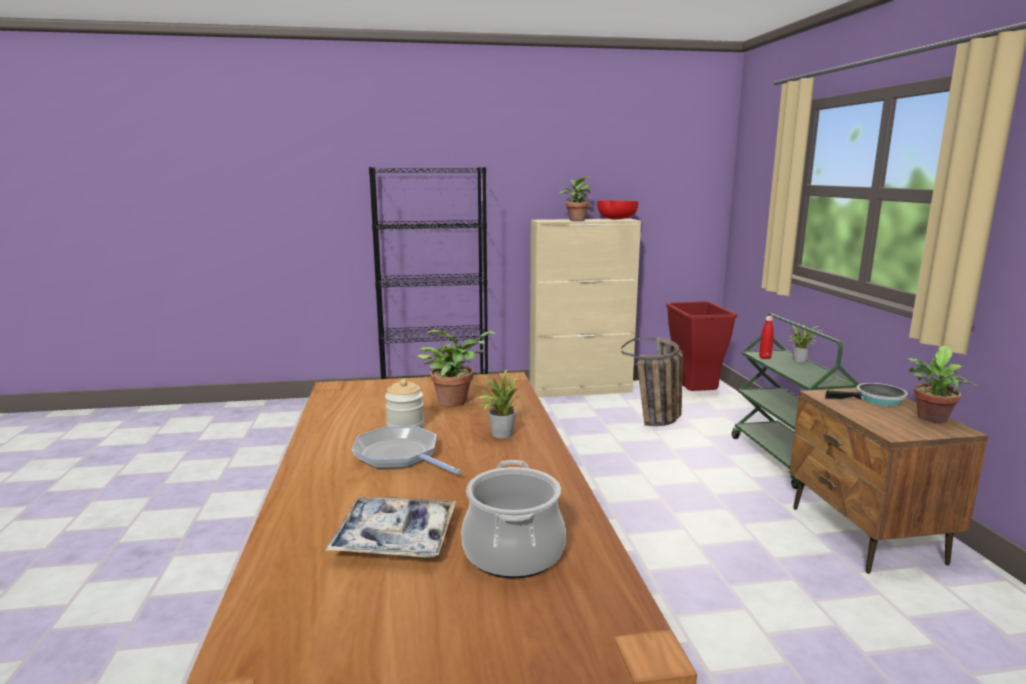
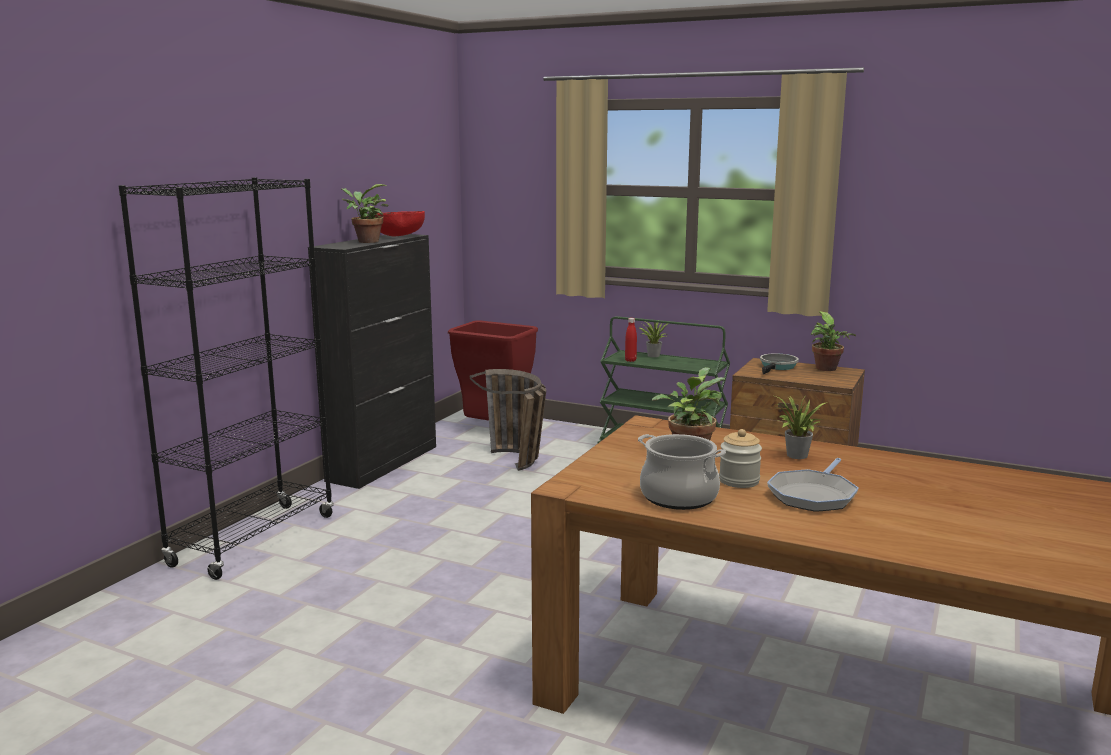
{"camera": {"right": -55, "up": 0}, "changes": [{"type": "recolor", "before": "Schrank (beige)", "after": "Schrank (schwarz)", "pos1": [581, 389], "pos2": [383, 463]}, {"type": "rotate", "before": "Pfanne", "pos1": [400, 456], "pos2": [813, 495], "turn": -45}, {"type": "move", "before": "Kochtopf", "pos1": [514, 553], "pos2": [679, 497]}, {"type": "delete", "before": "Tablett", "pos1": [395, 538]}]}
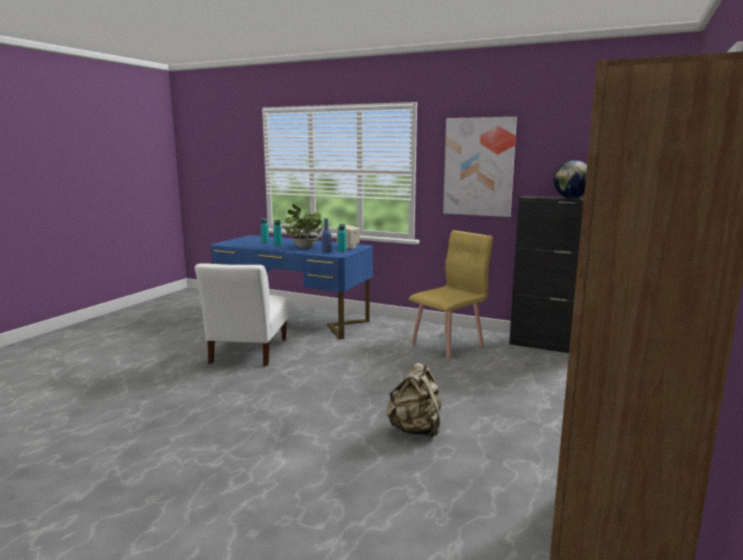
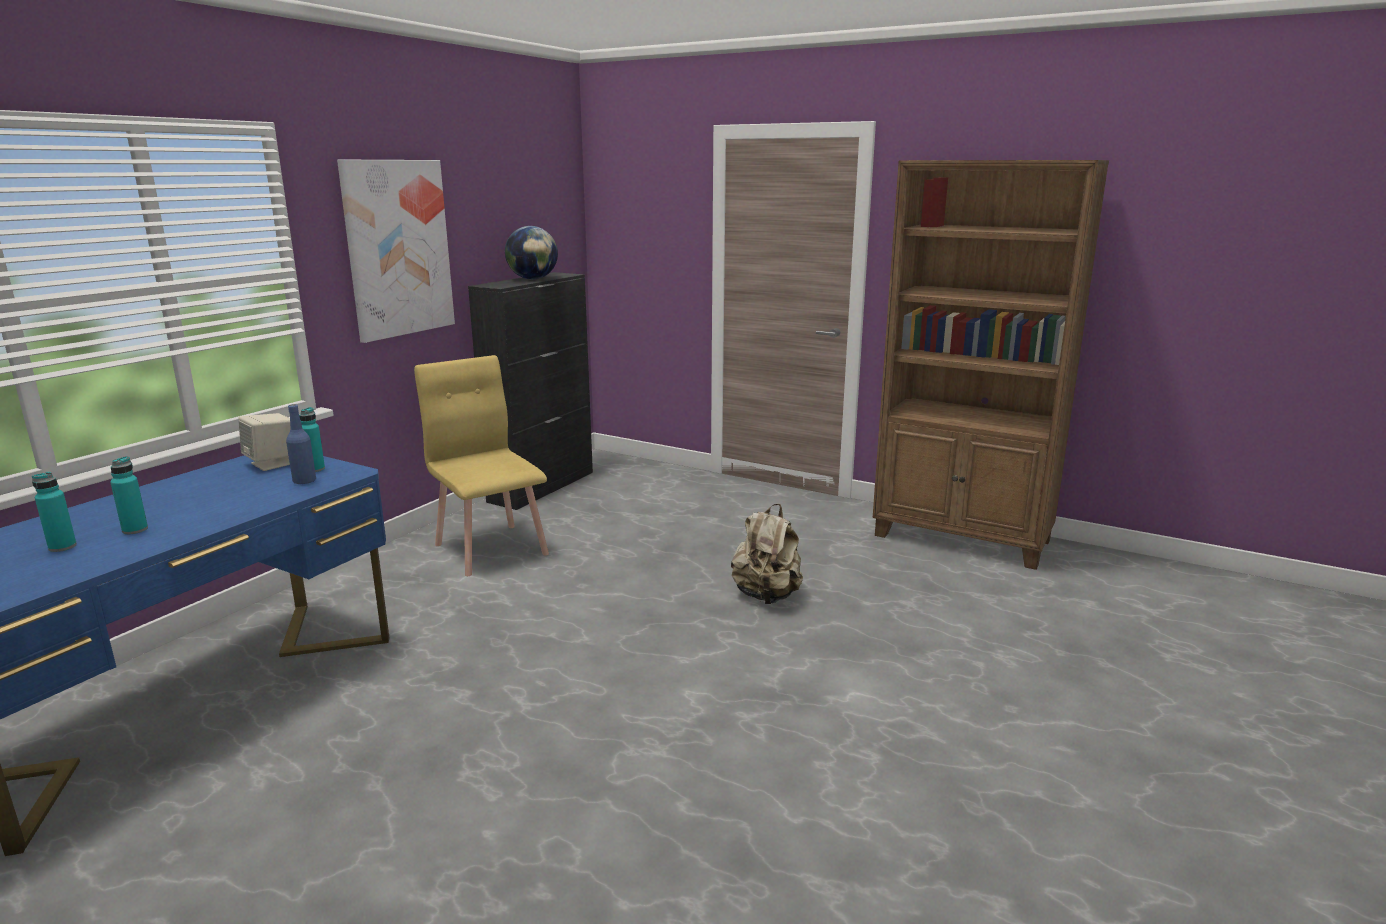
{"camera": {"right": -85, "up": 5}, "changes": [{"type": "delete", "before": "Topfpflanze", "pos1": [304, 247]}, {"type": "delete", "before": "Stuhl (weiß)", "pos1": [248, 352]}]}
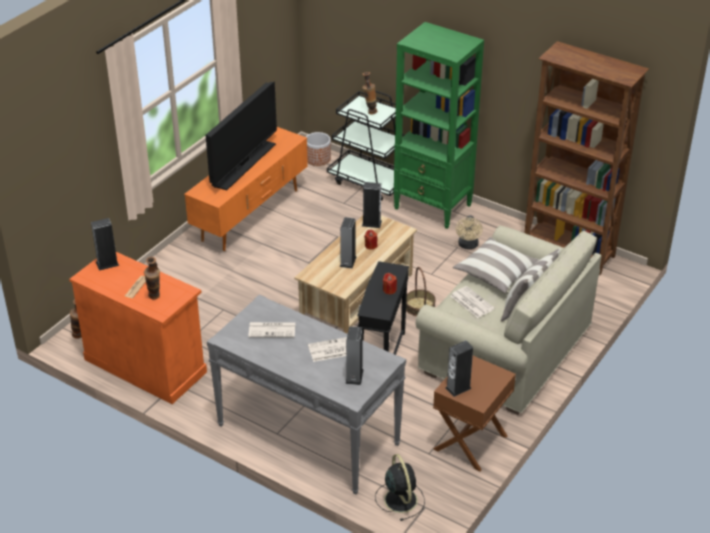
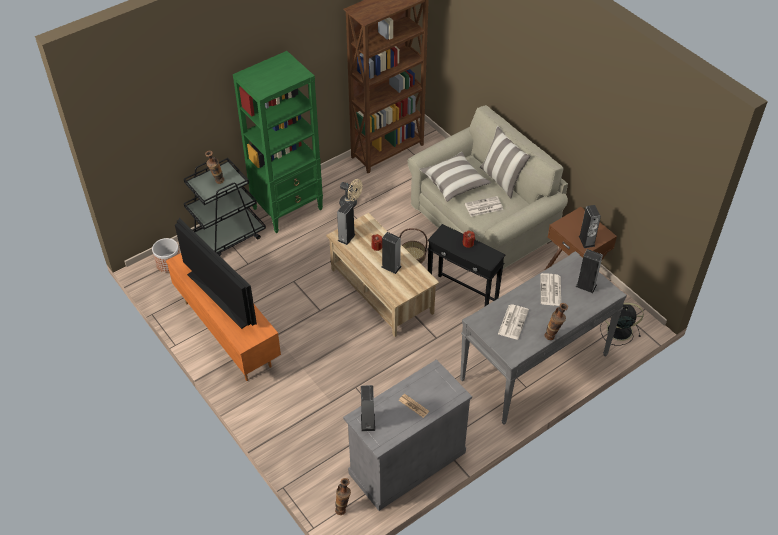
{"camera": {"right": -70, "up": 10}, "changes": [{"type": "recolor", "before": "Schrank (orange)", "after": "Schrank (grau)", "pos1": [145, 365], "pos2": [407, 462]}, {"type": "move", "before": "Vase", "pos1": [155, 298], "pos2": [553, 336]}]}
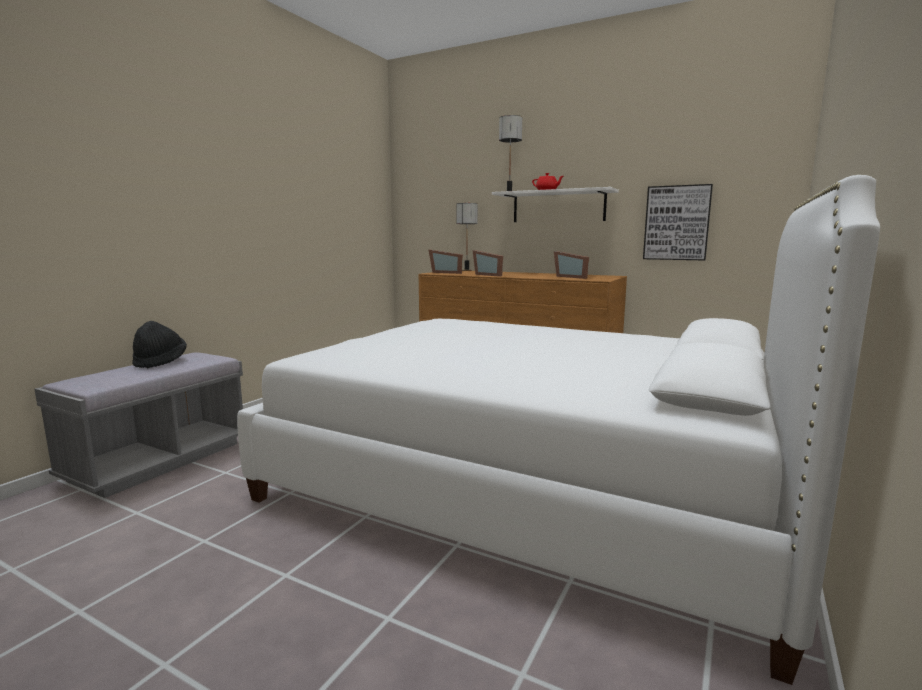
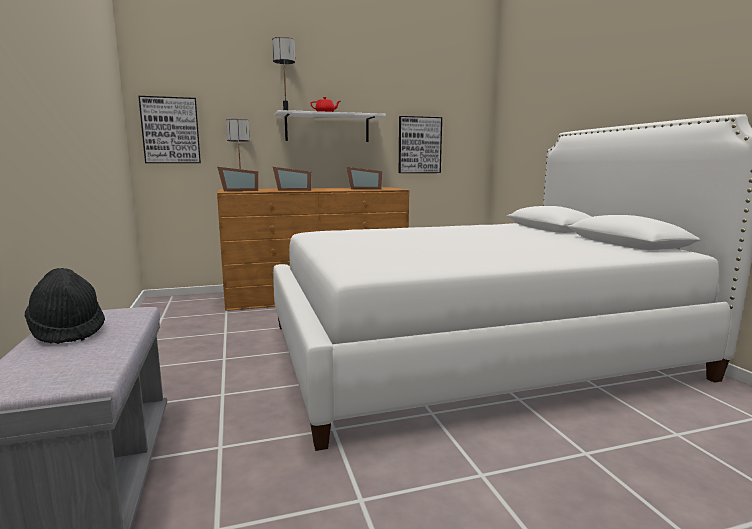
{"camera": {"right": -45, "up": 0}, "changes": [{"type": "insert", "after": "Bild", "pos2": [170, 130]}]}
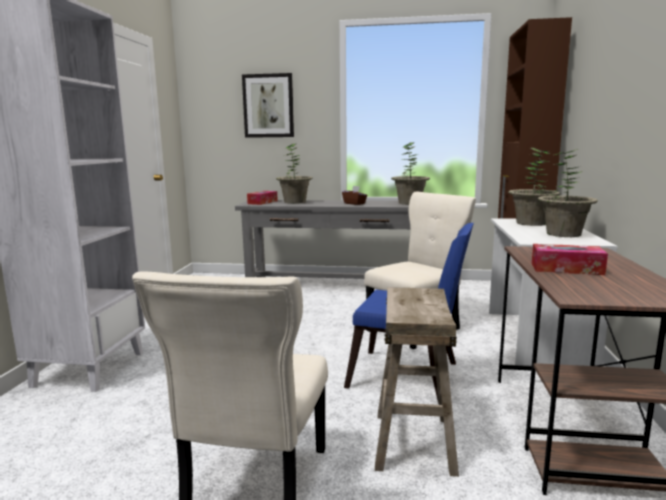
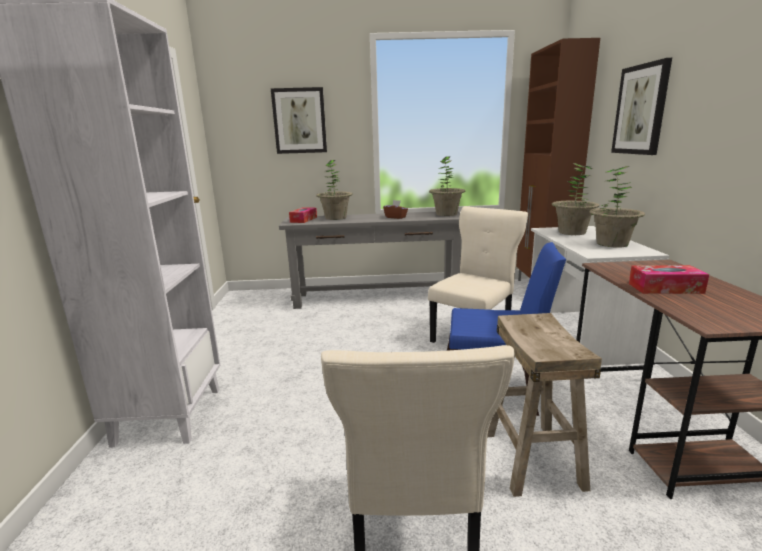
{"camera": {"right": -10, "up": 5}, "changes": [{"type": "insert", "after": "Bild", "pos2": [641, 110]}]}
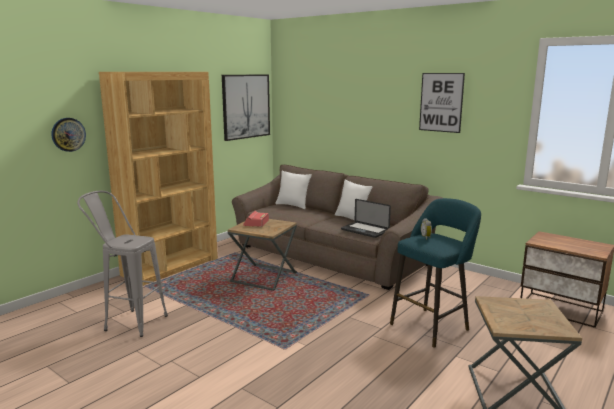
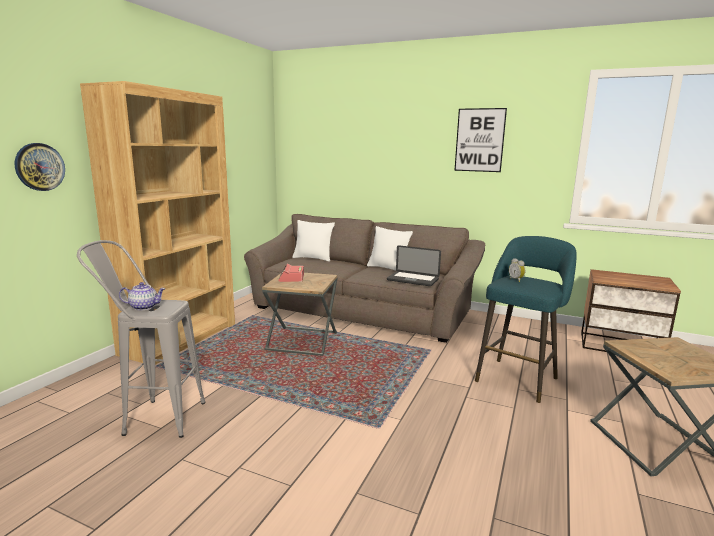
{"camera": {"right": -15, "up": 0}, "changes": [{"type": "delete", "before": "Bild", "pos1": [246, 106]}, {"type": "insert", "after": "Teekanne", "pos2": [144, 307]}]}
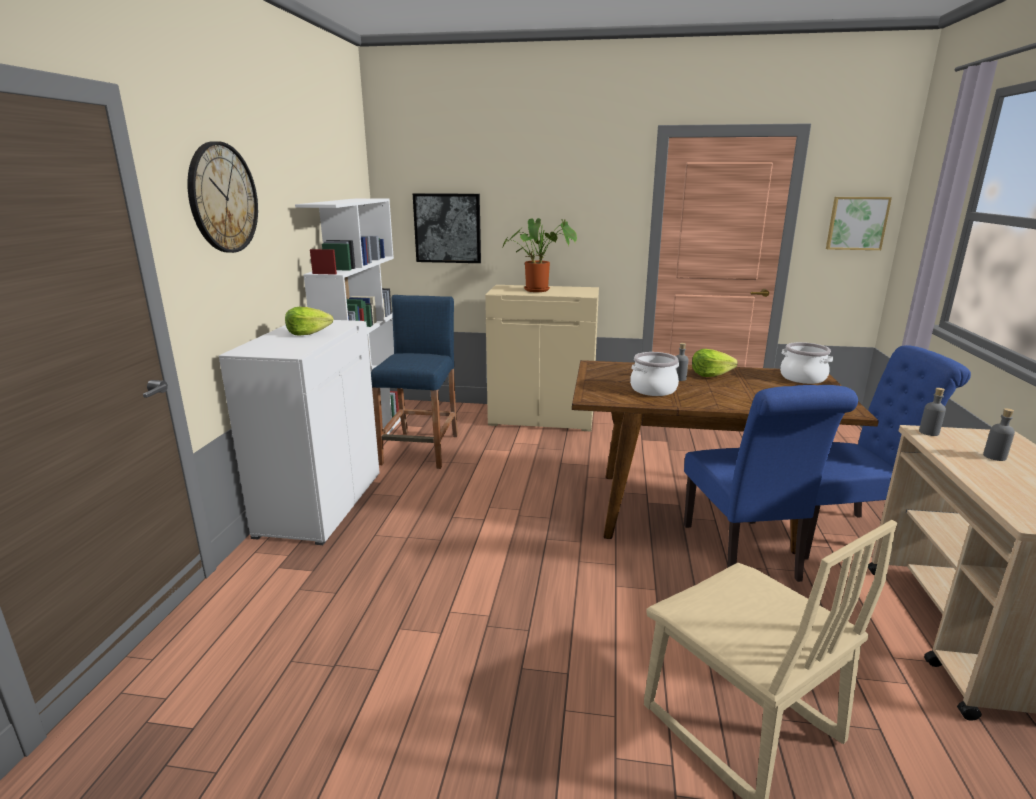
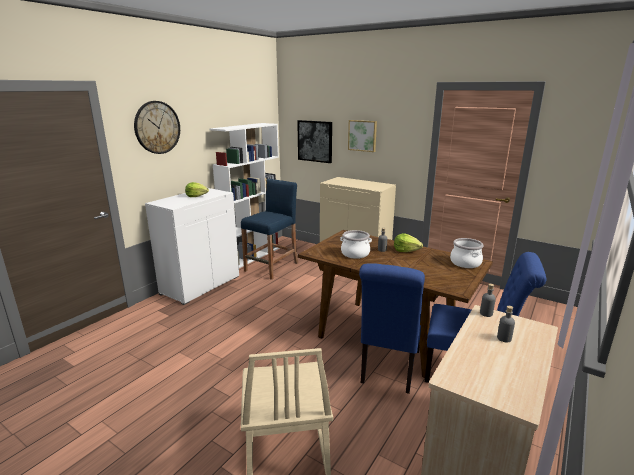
{"camera": {"right": 25, "up": 0}, "changes": [{"type": "move", "before": "Bild", "pos1": [856, 223], "pos2": [362, 135]}, {"type": "delete", "before": "Topfpflanze", "pos1": [540, 290]}]}
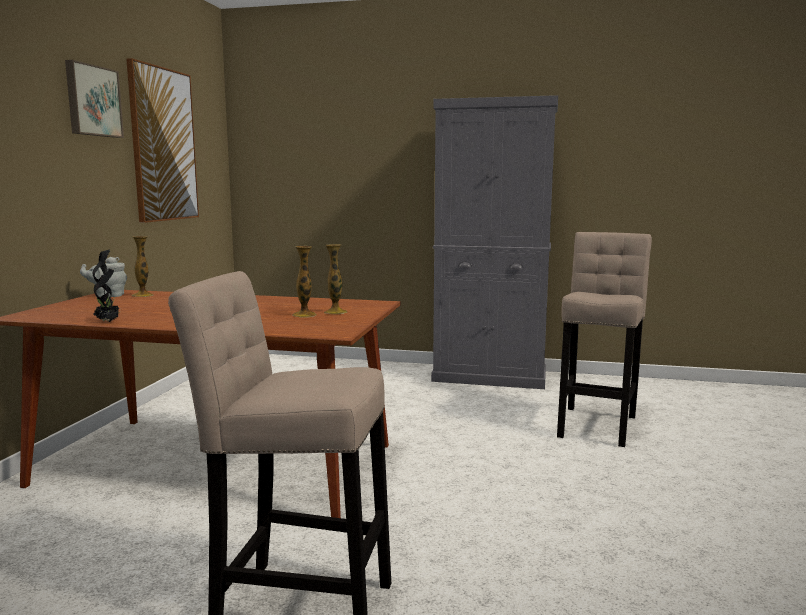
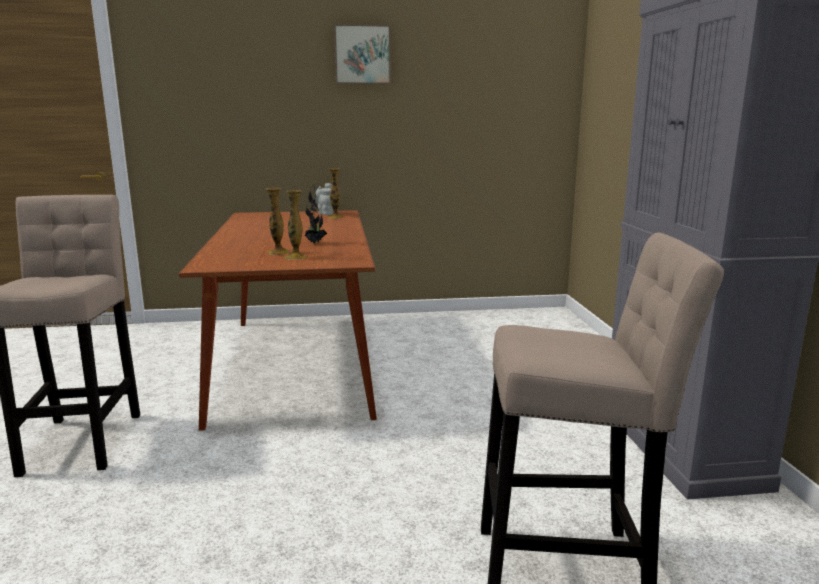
{"camera": {"right": 70, "up": 5}, "changes": [{"type": "delete", "before": "Bild", "pos1": [163, 145]}, {"type": "move", "before": "Topfpflanze", "pos1": [108, 321], "pos2": [315, 243]}]}
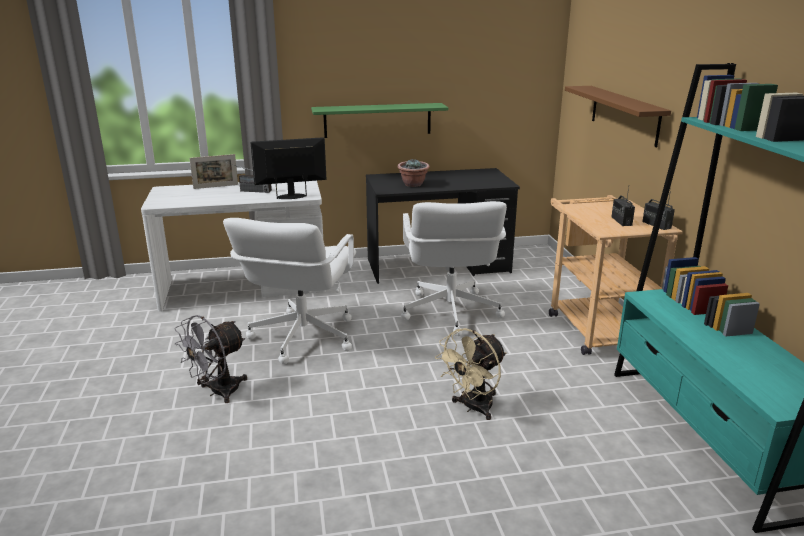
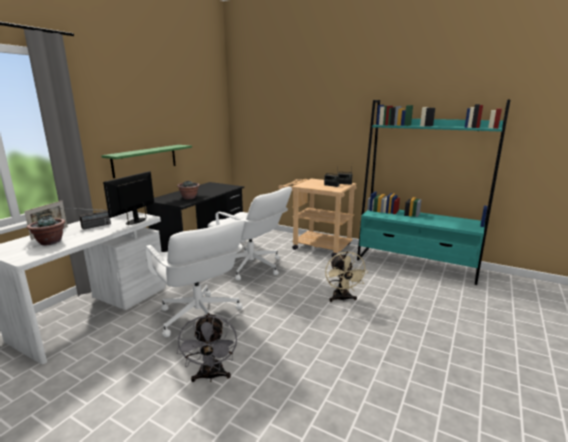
{"camera": {"right": -50, "up": -5}, "changes": [{"type": "delete", "before": "Wandregal (braun)", "pos1": [624, 114]}, {"type": "insert", "after": "Topfpflanze", "pos2": [50, 242]}]}
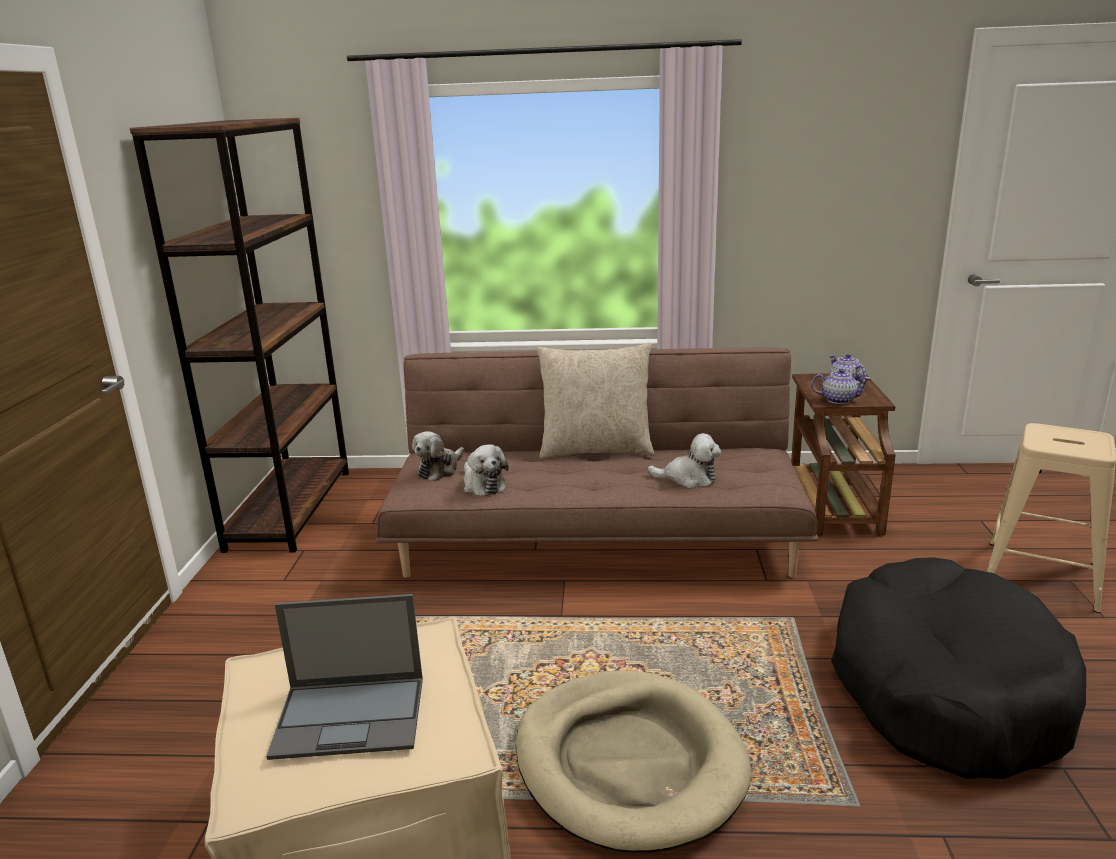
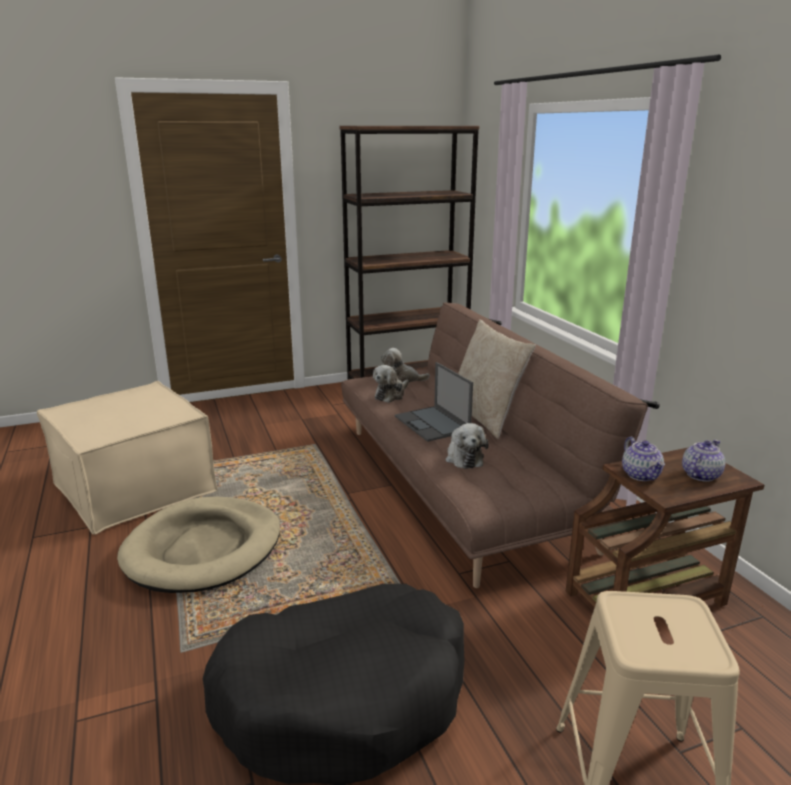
{"camera": {"right": 65, "up": 0}, "changes": [{"type": "move", "before": "Laptop", "pos1": [352, 716], "pos2": [433, 424]}]}
